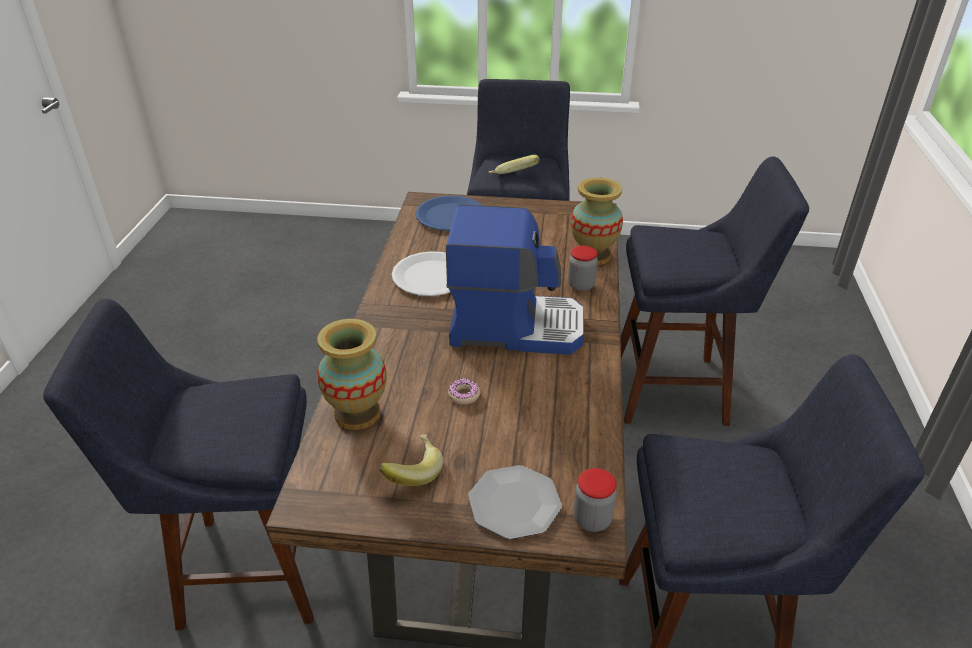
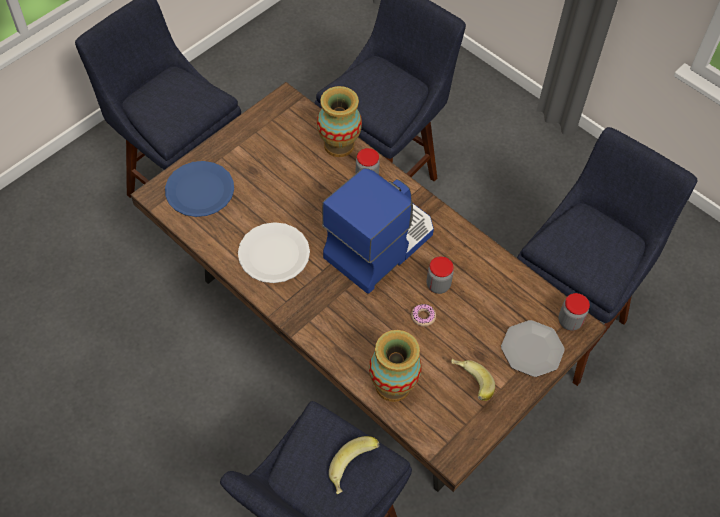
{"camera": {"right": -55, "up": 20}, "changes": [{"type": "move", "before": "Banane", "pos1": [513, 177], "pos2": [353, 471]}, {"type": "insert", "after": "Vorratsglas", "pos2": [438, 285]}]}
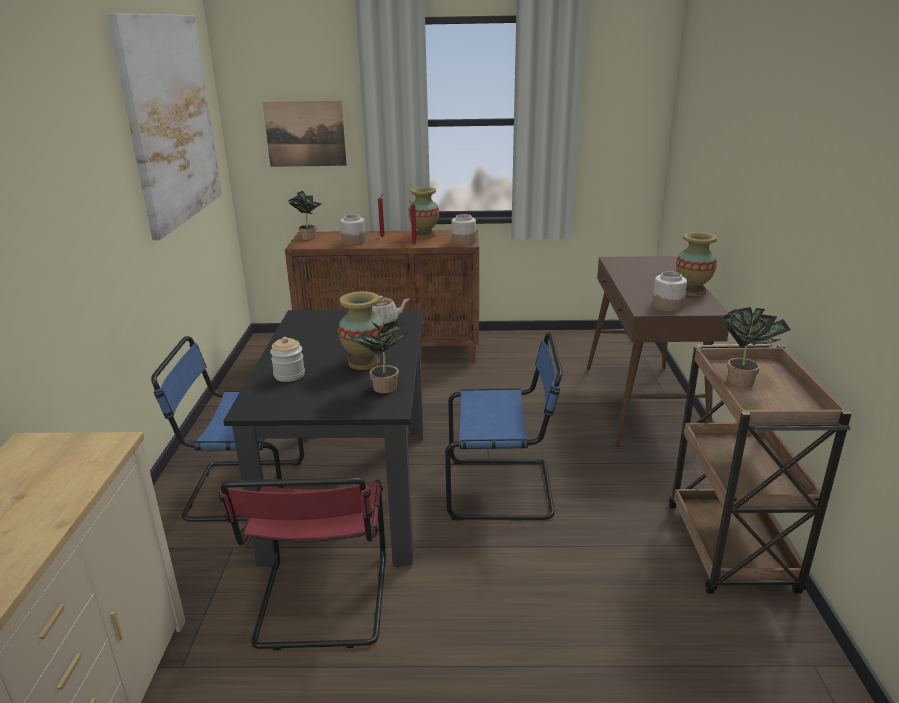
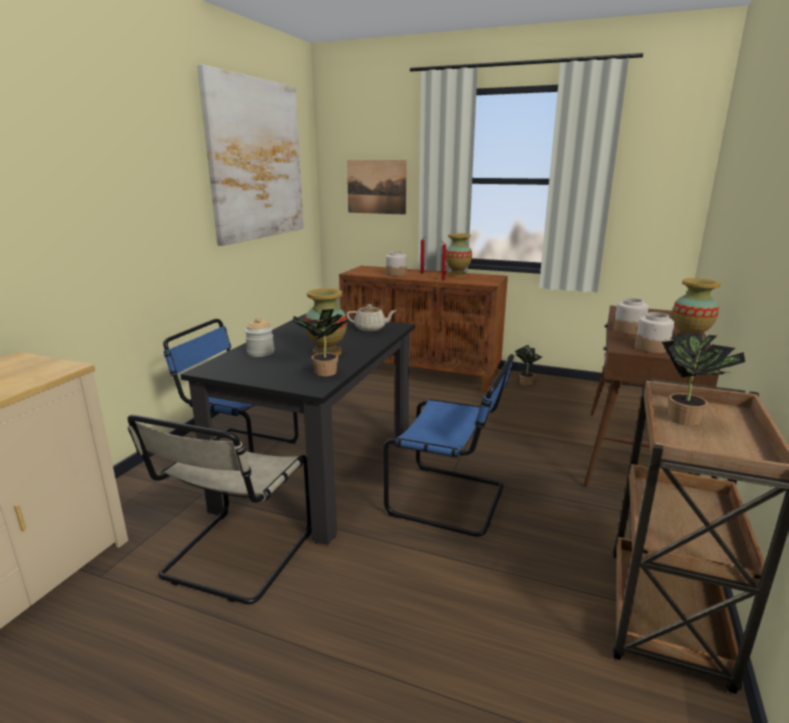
{"camera": {"right": 20, "up": -5}, "changes": [{"type": "move", "before": "Topfpflanze", "pos1": [307, 237], "pos2": [525, 382]}, {"type": "move", "before": "Vorratsglas", "pos1": [463, 242], "pos2": [628, 330]}, {"type": "recolor", "before": "Stuhl (rot)", "after": "Stuhl (beige)", "pos1": [322, 604], "pos2": [235, 557]}]}
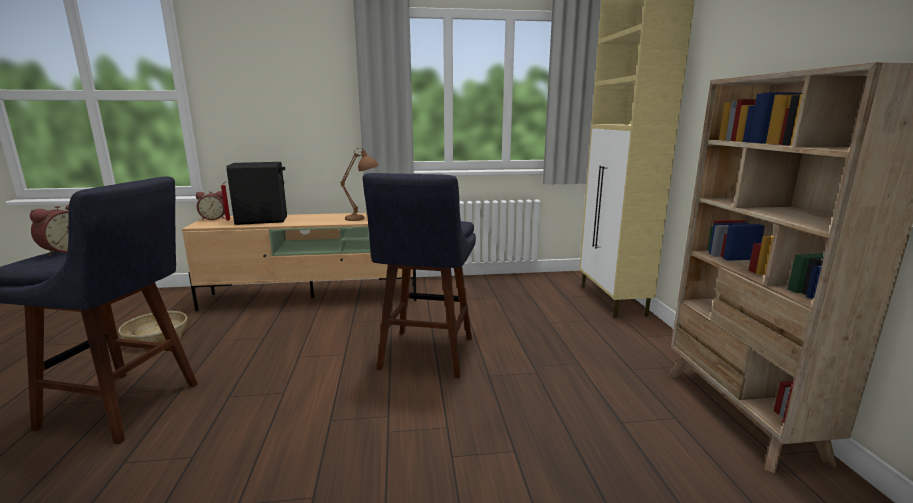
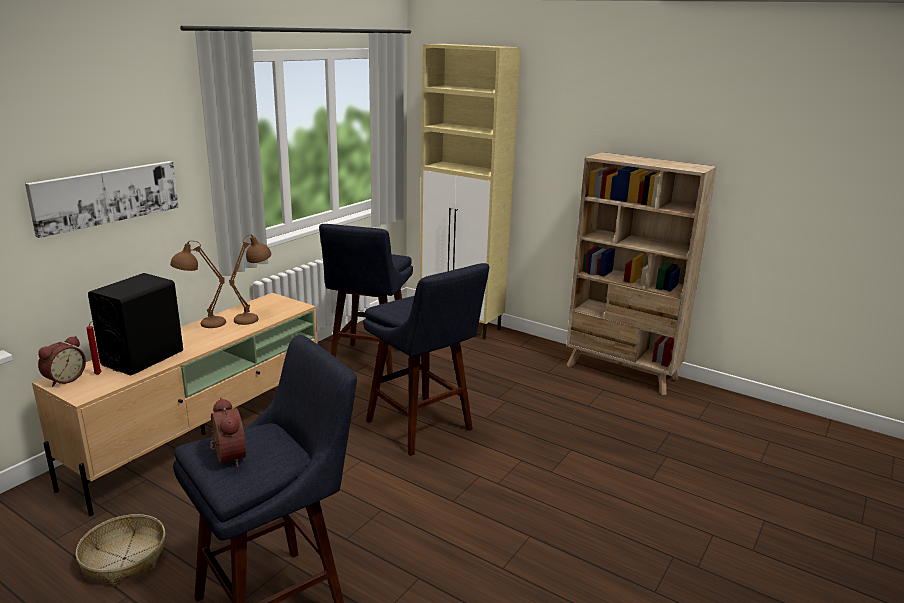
{"camera": {"right": -50, "up": 5}, "changes": [{"type": "insert", "after": "Bild", "pos2": [107, 196]}, {"type": "insert", "after": "Hocker (blau)", "pos2": [368, 364]}, {"type": "insert", "after": "Tischlampe (braun)", "pos2": [202, 324]}]}
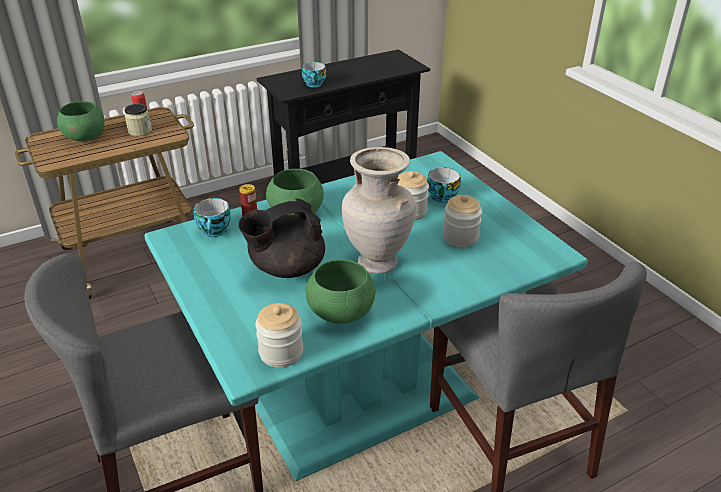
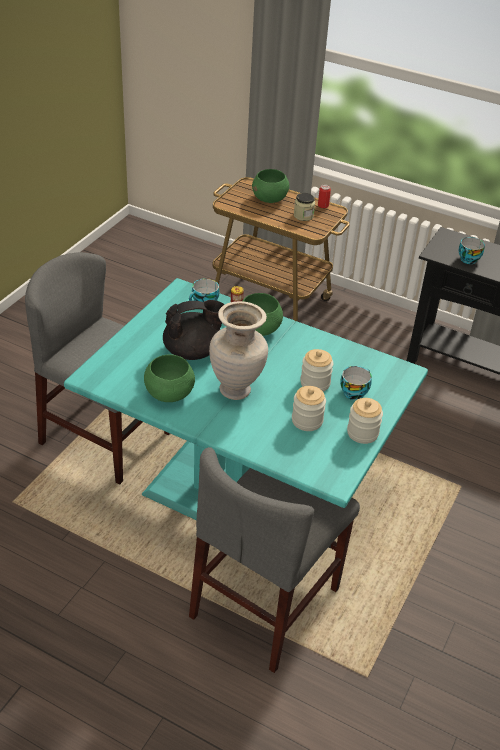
{"camera": {"right": 55, "up": 5}, "changes": [{"type": "rotate", "before": "Teekanne (schwarz)", "pos1": [286, 268], "pos2": [193, 351], "turn": 135}, {"type": "move", "before": "Vorratsglas", "pos1": [281, 352], "pos2": [362, 433]}]}
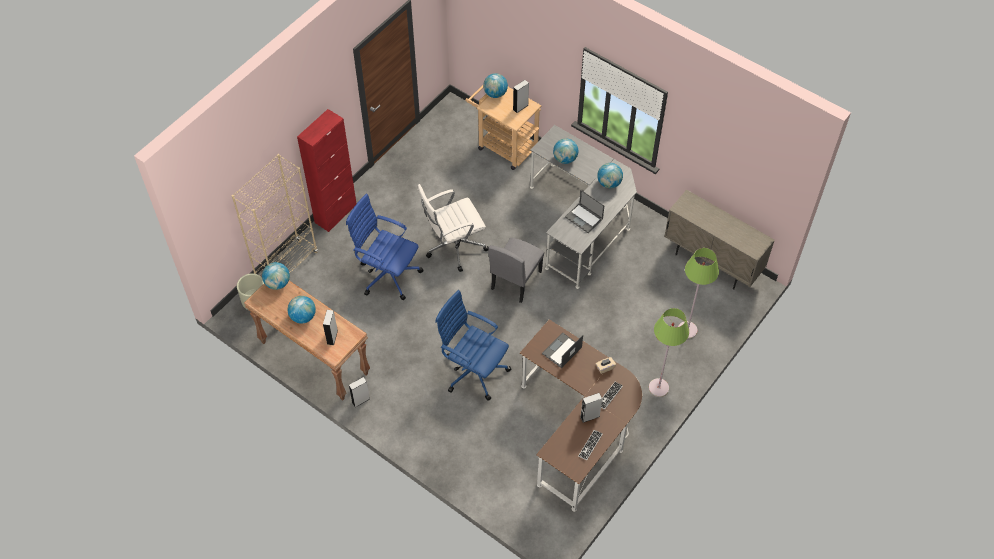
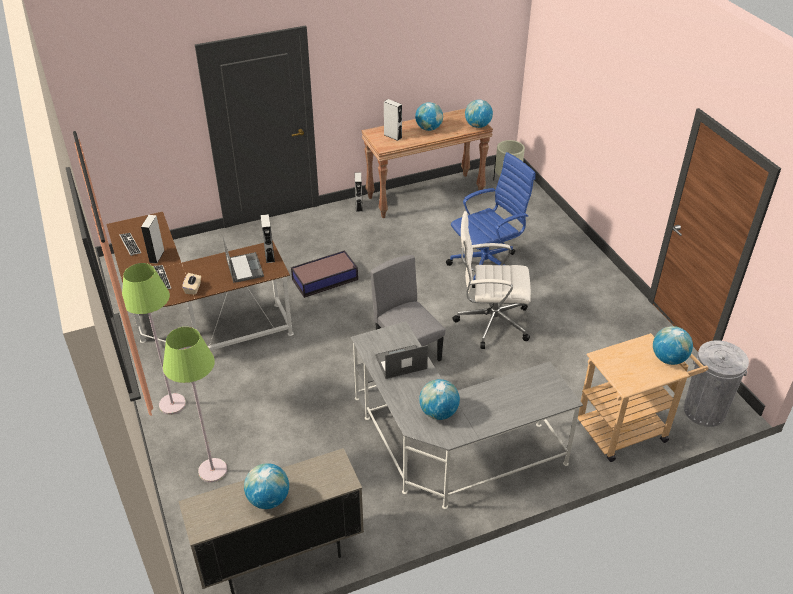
{"camera": {"right": 120, "up": -15}, "changes": [{"type": "move", "before": "Lautsprecher (grau)", "pos1": [520, 107], "pos2": [269, 256]}, {"type": "delete", "before": "Schrank (rot)", "pos1": [335, 214]}, {"type": "move", "before": "Globus", "pos1": [565, 159], "pos2": [268, 499]}, {"type": "delete", "before": "Bücherregal (beige)", "pos1": [287, 266]}, {"type": "rotate", "before": "Bürostuhl (weiß)", "pos1": [453, 246], "pos2": [490, 322], "turn": -90}, {"type": "replace", "before": "Bürostuhl (blau)", "after": "Aufbewahrungsbox", "pos1": [473, 370], "pos2": [326, 279]}, {"type": "insert", "after": "Mülleimer (grau)", "pos2": [704, 411]}]}
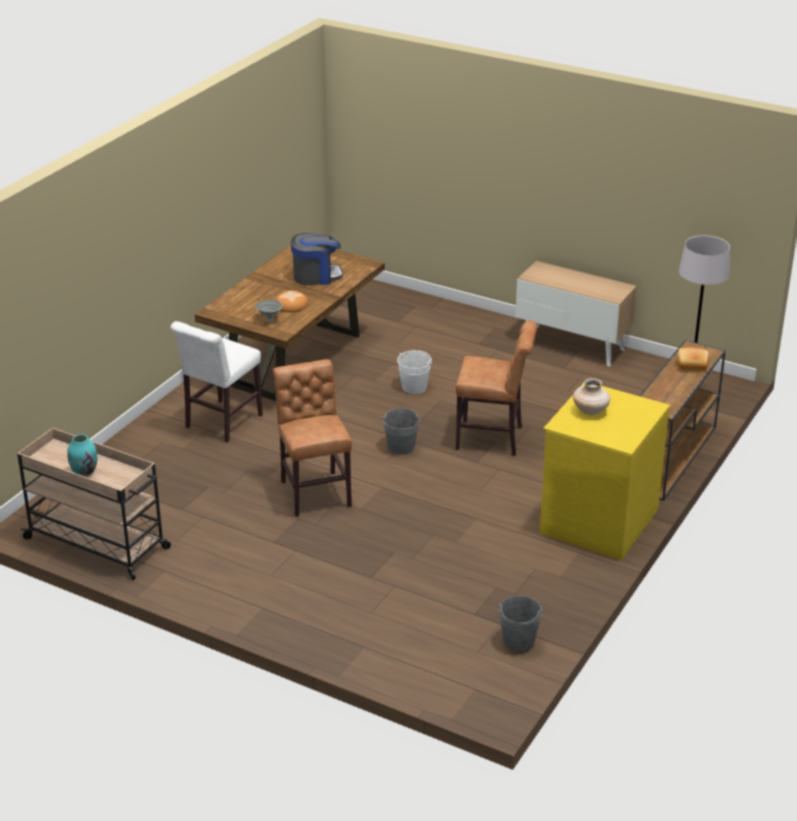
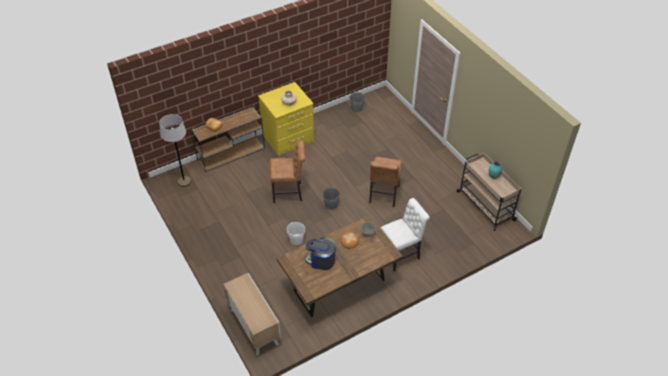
{"camera": {"right": -150, "up": 15}, "changes": [{"type": "move", "before": "Schrank", "pos1": [572, 345], "pos2": [253, 327]}, {"type": "rotate", "before": "Stuhl (braun)", "pos1": [493, 439], "pos2": [289, 192], "turn": 135}]}
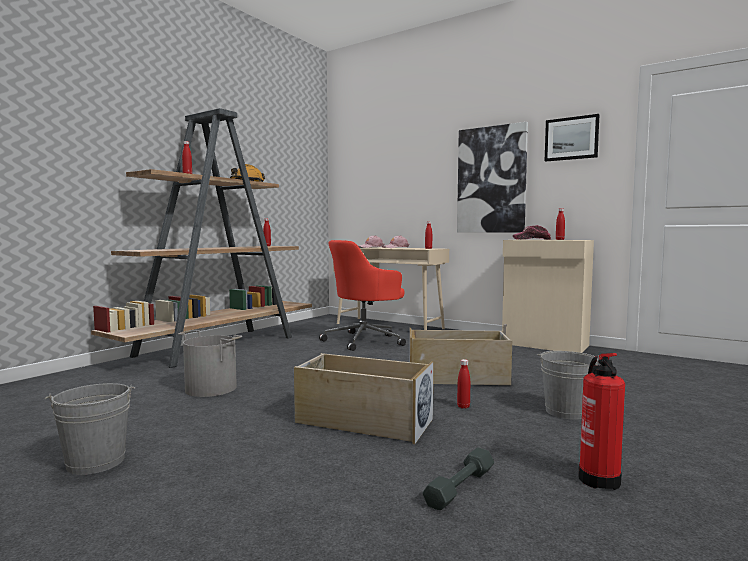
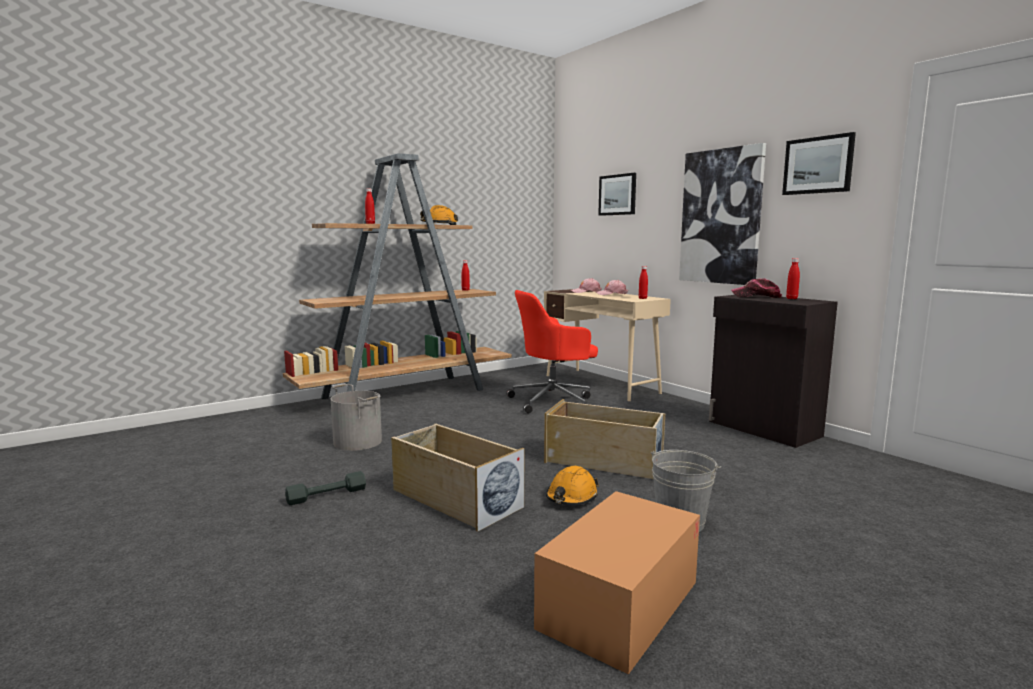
{"camera": {"right": 20, "up": 5}, "changes": [{"type": "recolor", "before": "Schrank (beige)", "after": "Schrank (schwarz)", "pos1": [545, 345], "pos2": [763, 429]}, {"type": "replace", "before": "Feuerlöscher", "after": "Karton", "pos1": [598, 478], "pos2": [620, 604]}, {"type": "replace", "before": "Flasche (rot)", "after": "Schutzhelm (orange)", "pos1": [463, 406], "pos2": [571, 497]}, {"type": "delete", "before": "Eimer (grau)", "pos1": [95, 462]}, {"type": "move", "before": "Hantel (grau)", "pos1": [460, 487], "pos2": [327, 495]}, {"type": "insert", "after": "Bild", "pos2": [617, 195]}]}
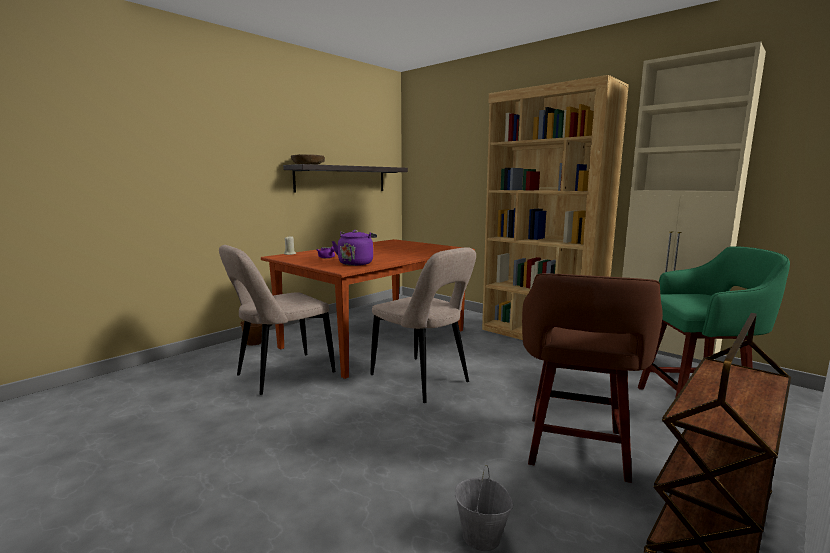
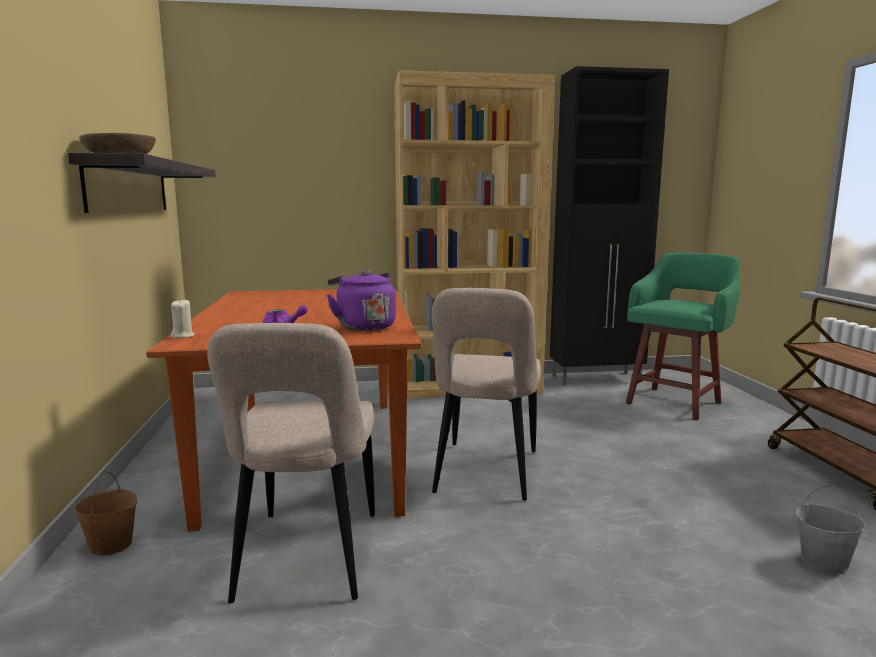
{"camera": {"right": -50, "up": 0}, "changes": [{"type": "recolor", "before": "Schrank (beige)", "after": "Schrank (schwarz)", "pos1": [665, 364], "pos2": [597, 379]}, {"type": "rotate", "before": "Stuhl (beige)", "pos1": [422, 380], "pos2": [485, 474], "turn": 105}, {"type": "delete", "before": "Hocker (braun)", "pos1": [576, 450]}]}
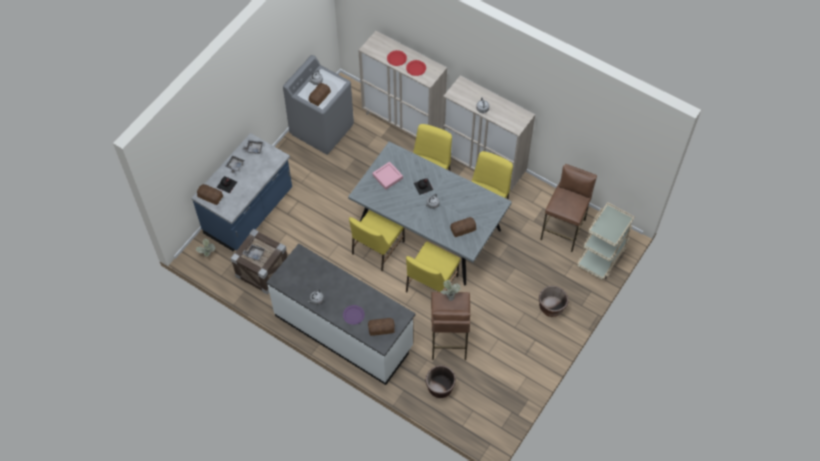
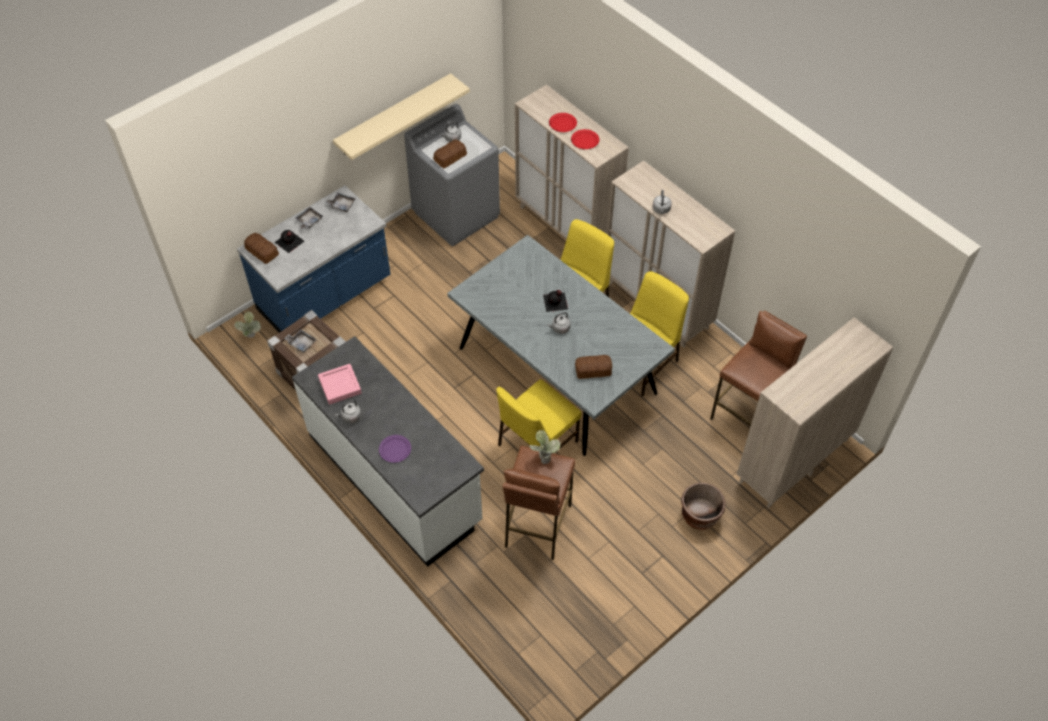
{"camera": {"right": 15, "up": -5}, "changes": [{"type": "move", "before": "Tablett (rosa)", "pos1": [387, 177], "pos2": [340, 386]}, {"type": "replace", "before": "Rollwagen (beige)", "after": "Schrank (beige)", "pos1": [601, 256], "pos2": [794, 461]}, {"type": "delete", "before": "Stuhl (gelb)", "pos1": [377, 248]}, {"type": "delete", "before": "Brot", "pos1": [381, 329]}, {"type": "delete", "before": "Pflanzkübel (braun)", "pos1": [440, 387]}, {"type": "insert", "after": "Wandregal (beige)", "pos2": [394, 115]}]}
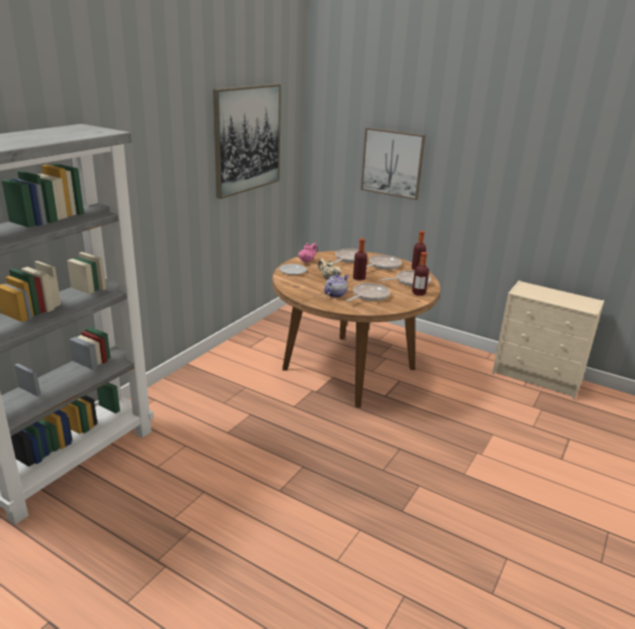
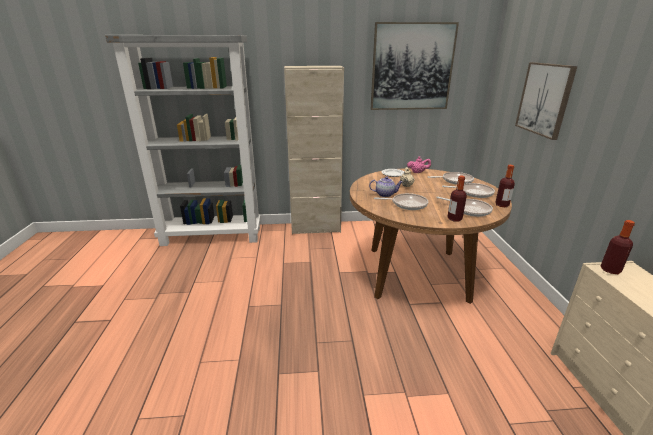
{"camera": {"right": 55, "up": 0}, "changes": [{"type": "move", "before": "Flasche", "pos1": [359, 278], "pos2": [610, 270]}, {"type": "insert", "after": "Schrank (beige)", "pos2": [315, 228]}]}
